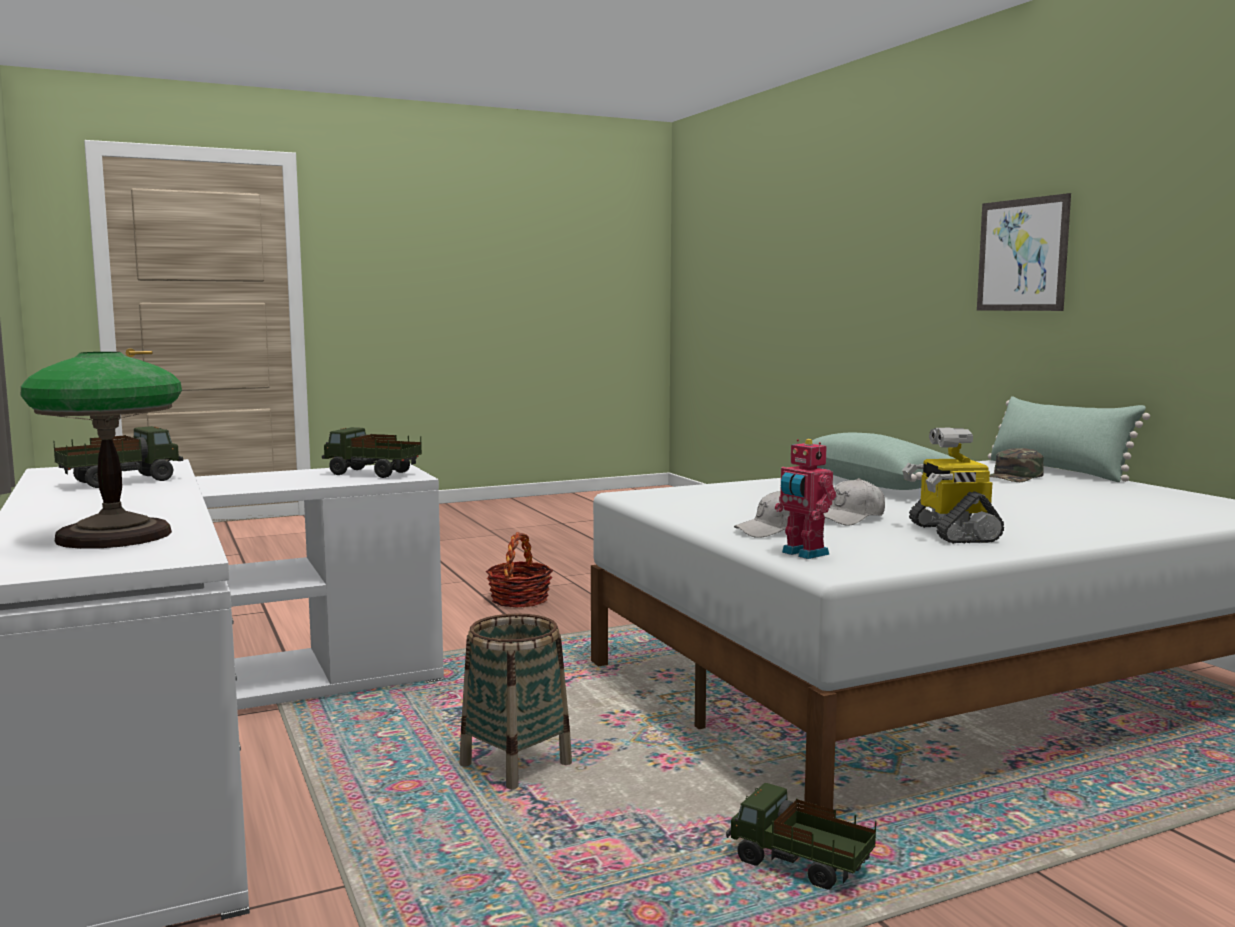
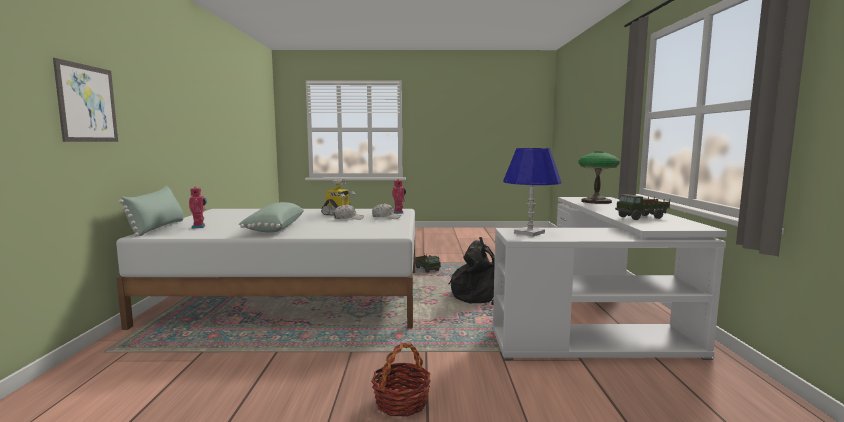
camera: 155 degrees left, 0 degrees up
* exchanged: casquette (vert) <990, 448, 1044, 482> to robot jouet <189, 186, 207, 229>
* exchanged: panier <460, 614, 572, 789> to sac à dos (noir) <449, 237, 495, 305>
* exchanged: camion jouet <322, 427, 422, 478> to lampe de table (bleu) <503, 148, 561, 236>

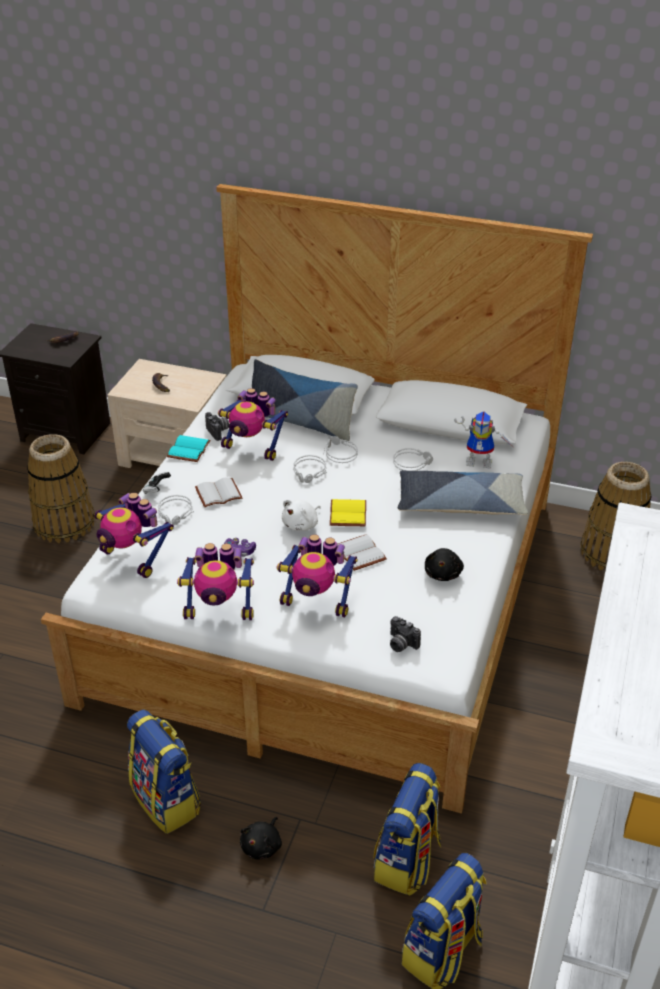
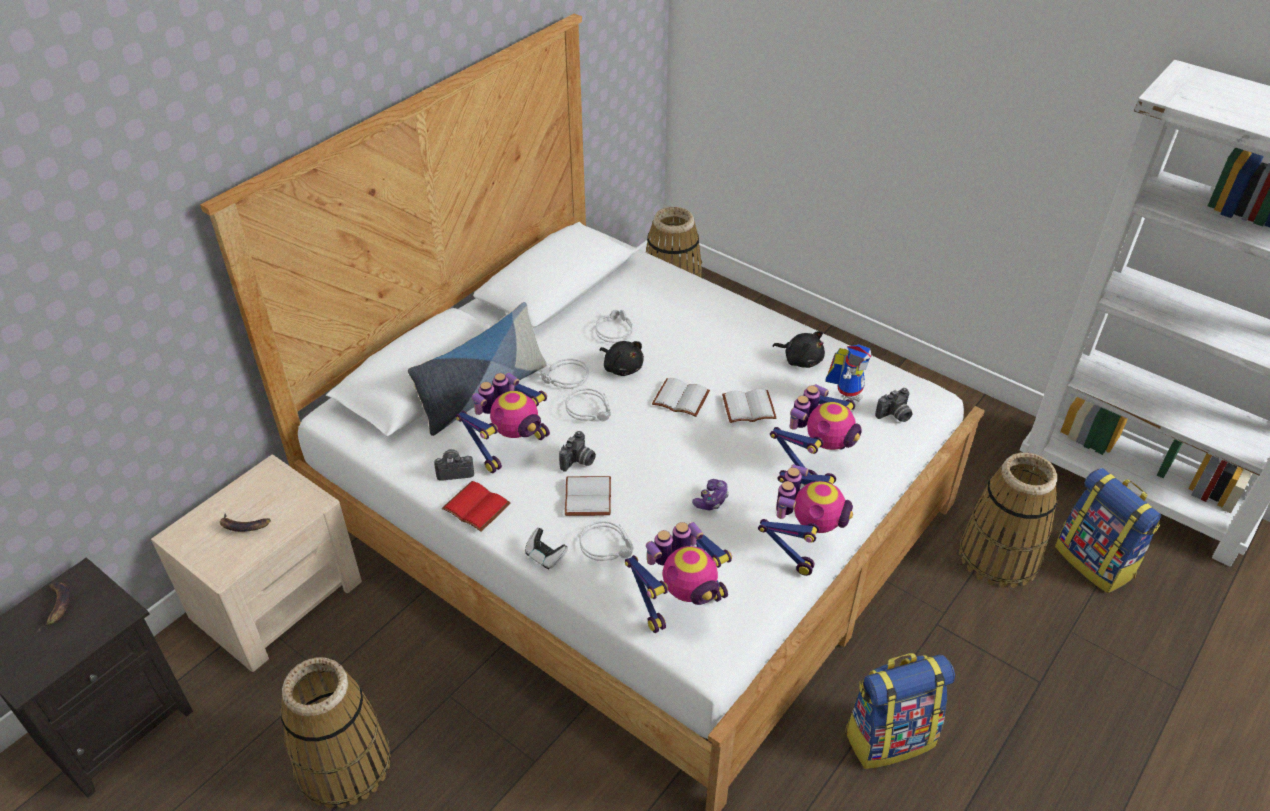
camera: 70 degrees left, 5 degrees up
* colour: livre (turquoise) <167, 435, 211, 462> to livre (rouge) <442, 481, 511, 532>
* appeared: appareil photo <559, 431, 596, 472>
* relocated: peluche (noir) <240, 817, 282, 860> to <600, 341, 644, 376>
* colour: livre (jaune) <330, 499, 366, 526> to livre (blanc) <652, 378, 710, 417>
* relocated: robot jouet <454, 411, 512, 469> to <825, 344, 871, 412>
* exchanged: sac à dos <374, 763, 441, 896> to panier <959, 452, 1057, 588>
* missing: peluche (blanc) <282, 500, 321, 531>
* missing: coussin <398, 470, 528, 515>

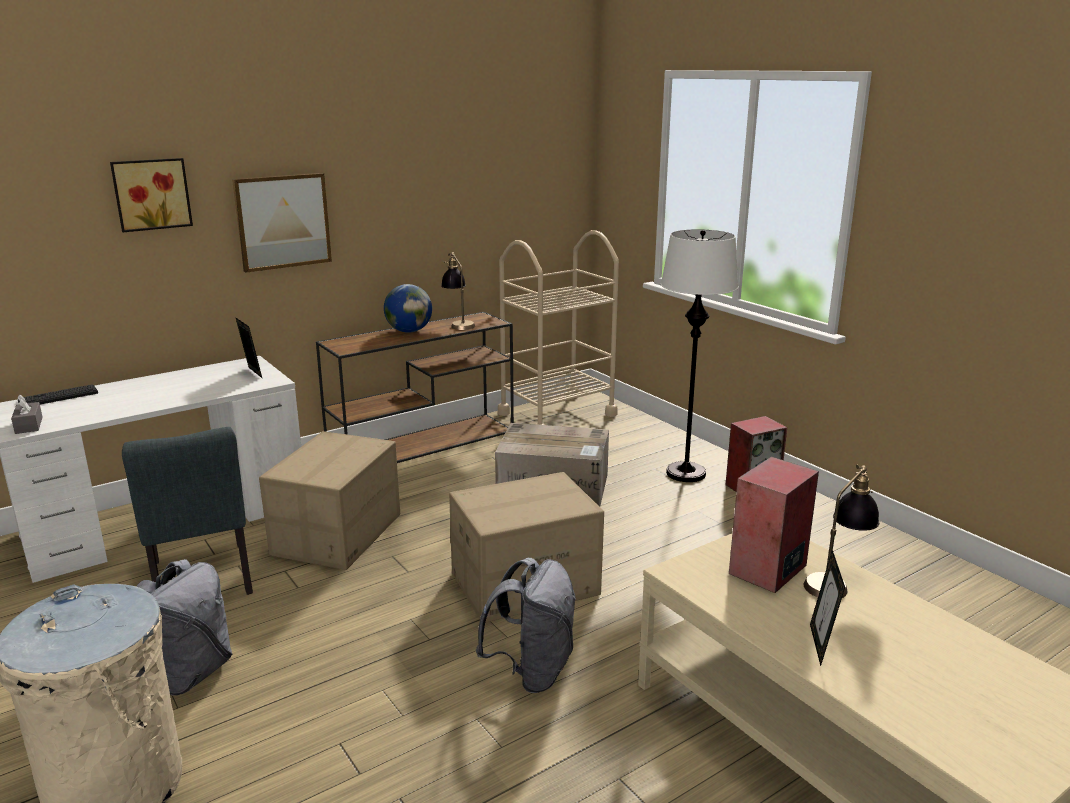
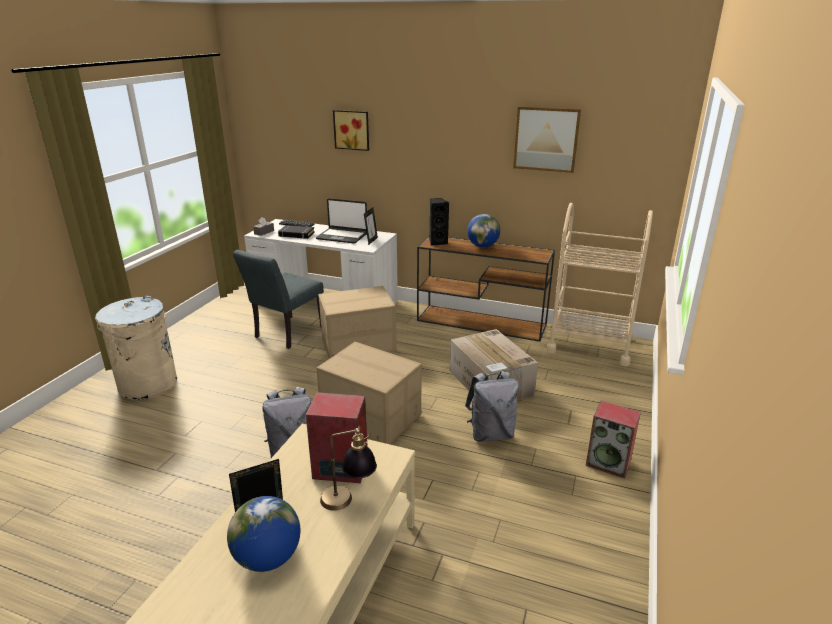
camera: 55 degrees right, 5 degrees up
* appeared: globe <227, 496, 300, 572>
* appeared: livre (noir) <278, 225, 315, 239>
* appeared: ordinateur portable <316, 199, 367, 243>
* appeared: enceinte (noir) <430, 198, 449, 246>
* relocated: sac à dos (gris) <136, 559, 232, 696> to <465, 371, 519, 442>
* relocated: tableau <232, 173, 332, 273> to <513, 106, 581, 173>
* missing: lampe de table <441, 252, 475, 330>
* missing: lampadaire (blanc) <661, 229, 738, 482>

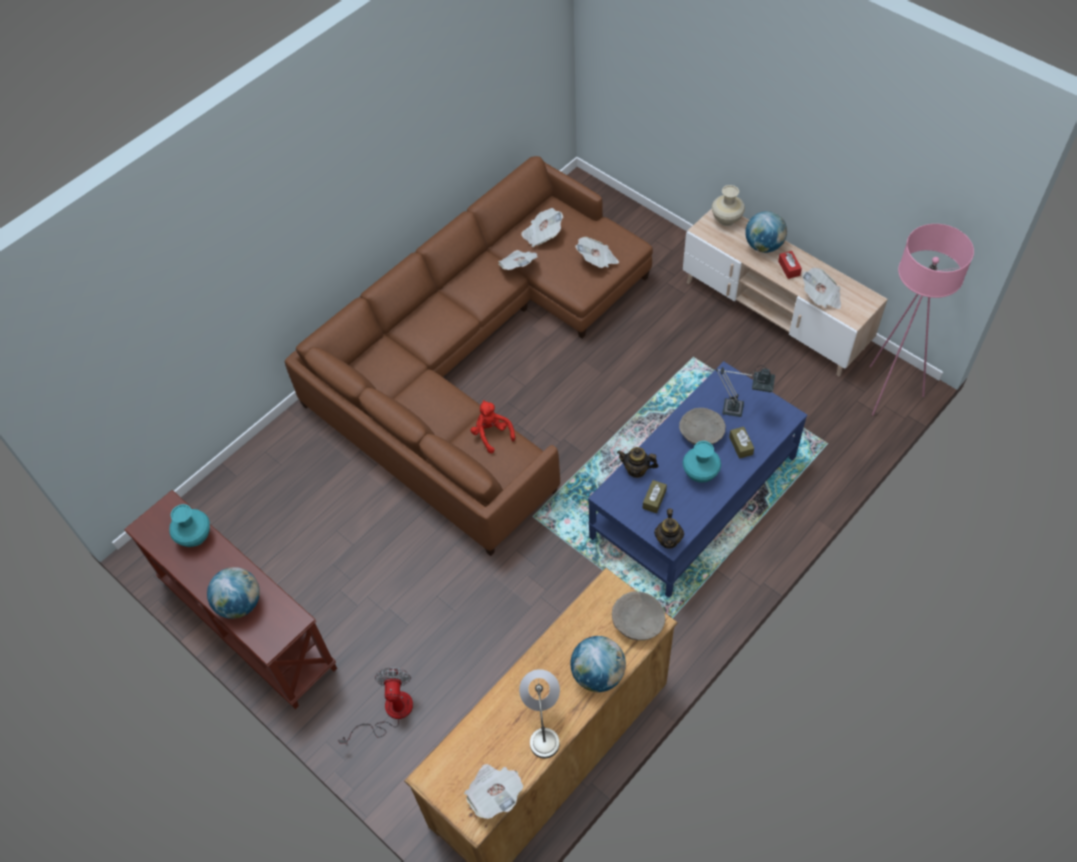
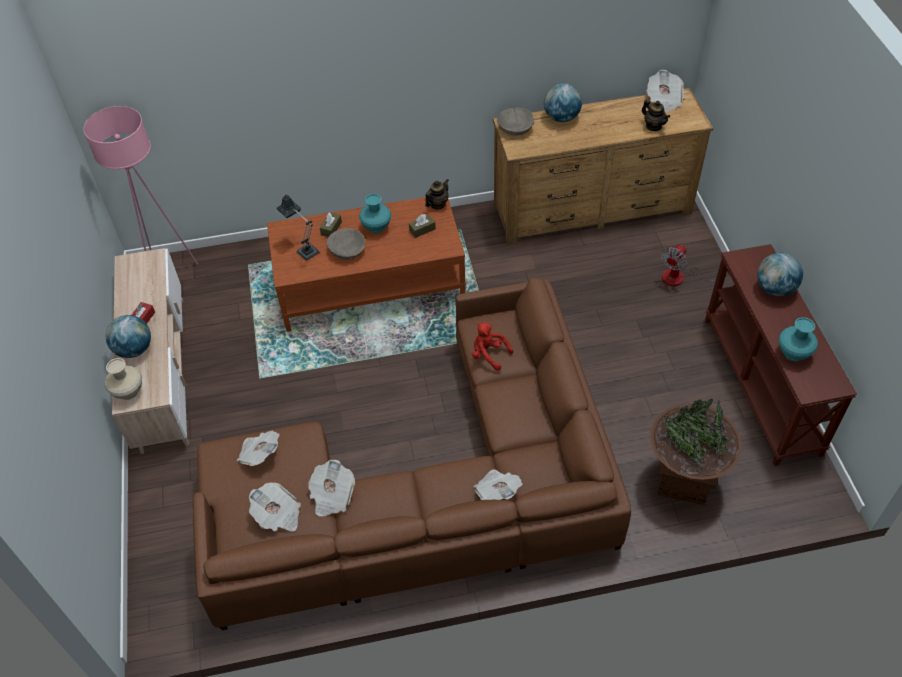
camera: 145 degrees left, 5 degrees down
* colour: table basse (bleu) <588, 361, 807, 598> to table basse (marron) <267, 197, 466, 332>
* spun: peluche (rouge) <470, 400, 515, 453> = <472, 323, 513, 371> 120 degrees clockwise
* relocated: journal <802, 268, 841, 309> to <473, 469, 522, 500>
* relocated: théière <617, 447, 658, 478> to <642, 99, 670, 131>
* appeared: cache-pot (marron) <651, 399, 742, 505>
* missing: lampe de table (gris) <519, 669, 560, 758>

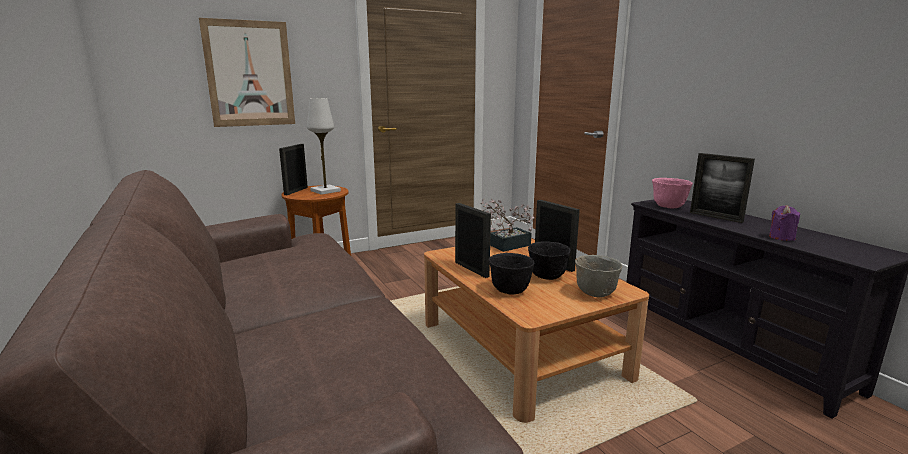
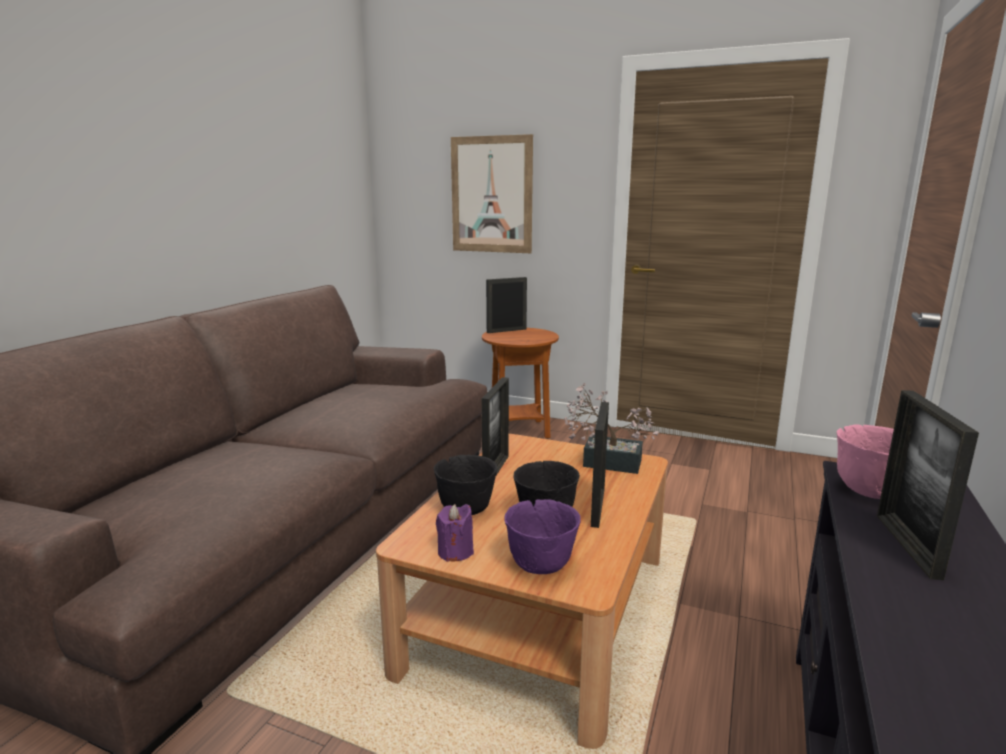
camera: 50 degrees right, 0 degrees up
* relocated: bougie (violet) <769, 205, 800, 241> to <436, 504, 474, 562>
* colour: bol (gris) <575, 255, 622, 297> to bol (violet) <504, 499, 581, 574>
* missing: lampe de table (blanc) <307, 98, 341, 195>

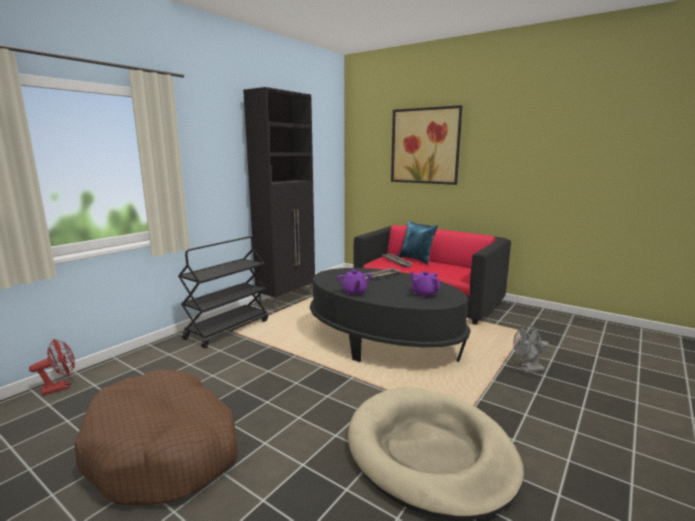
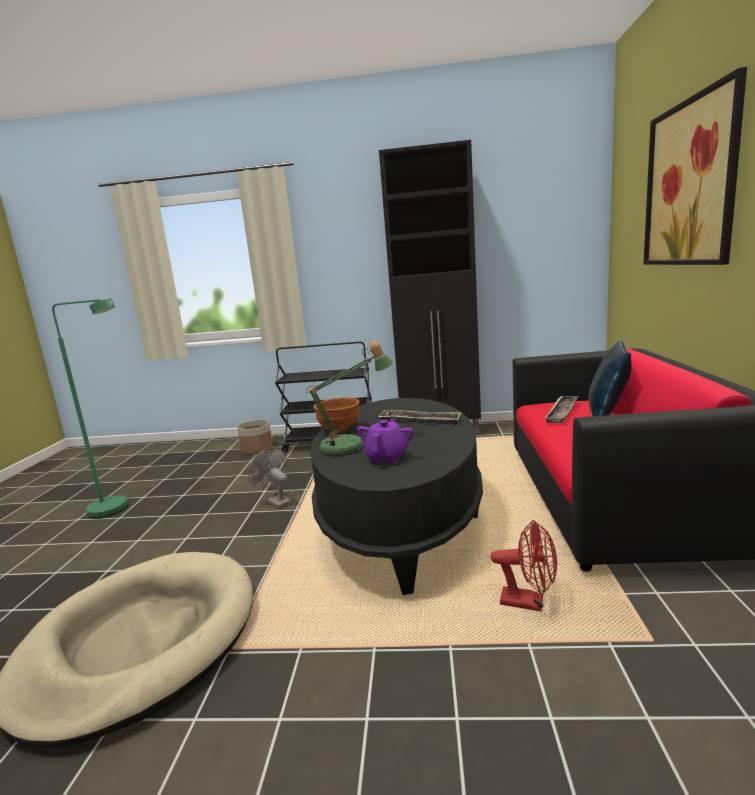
camera: 60 degrees right, 0 degrees up
* exchanged: panier pour chien (marron) <74, 369, 239, 505> to lampadaire (vert) <52, 298, 128, 519>
* appeared: cache-pot <237, 419, 273, 454>
* relocated: ventilateur (gris) <513, 324, 549, 373> to <248, 447, 292, 509>
* appeared: lampe de table <306, 341, 393, 456>
* exchanged: théière (violet) <337, 270, 372, 295> to bol (marron) <313, 397, 359, 432>
* relocated: ventilateur (rouge) <29, 339, 75, 396> to <491, 520, 557, 611>

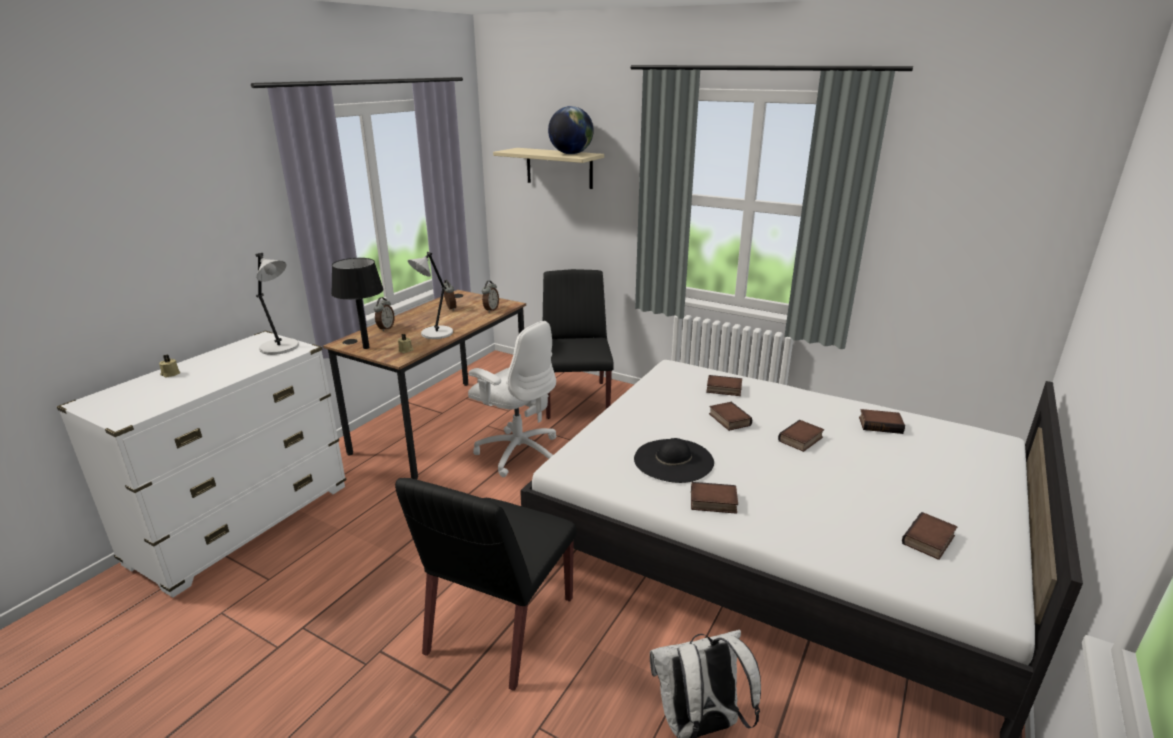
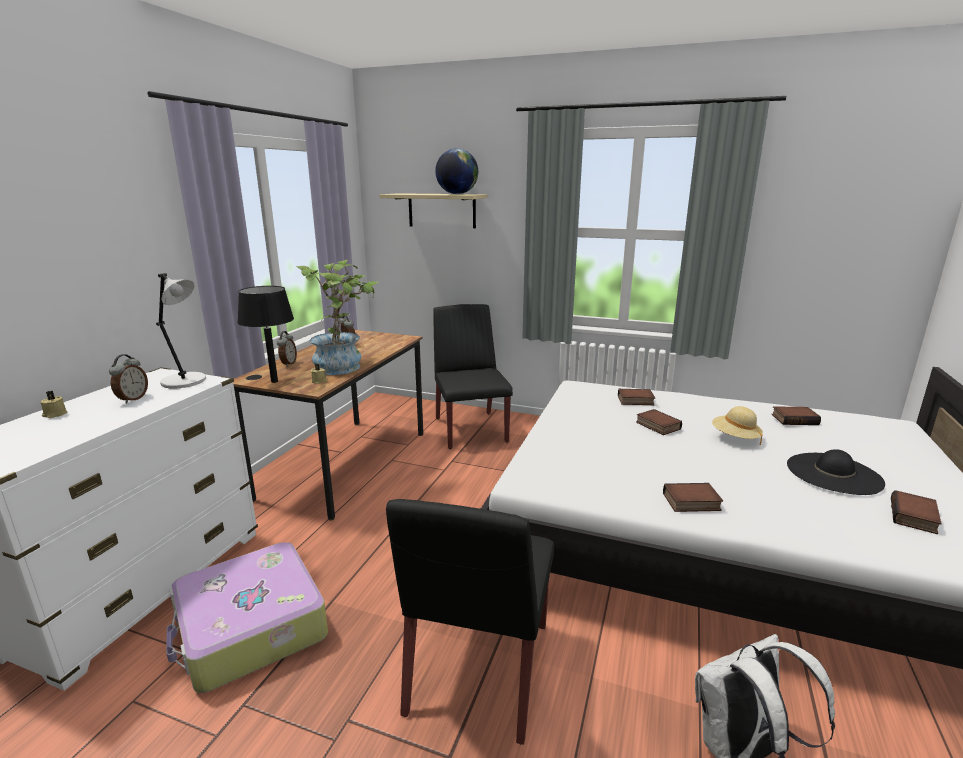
camera: 10 degrees left, 5 degrees down
* relocated: réveil <482, 281, 499, 312> to <109, 354, 148, 404>
* appeared: valise <166, 542, 328, 693>
* exchanged: lampe de table (gris) <408, 252, 453, 339> to plante en pot <296, 260, 378, 375>
* exchanged: livre <778, 420, 824, 452> to chapeau (beige) <712, 406, 763, 445>
* relocated: chapeau (noir) <634, 438, 714, 483> to <787, 449, 885, 495>
* missing: chaise de bureau (blanc) <468, 321, 556, 477>

